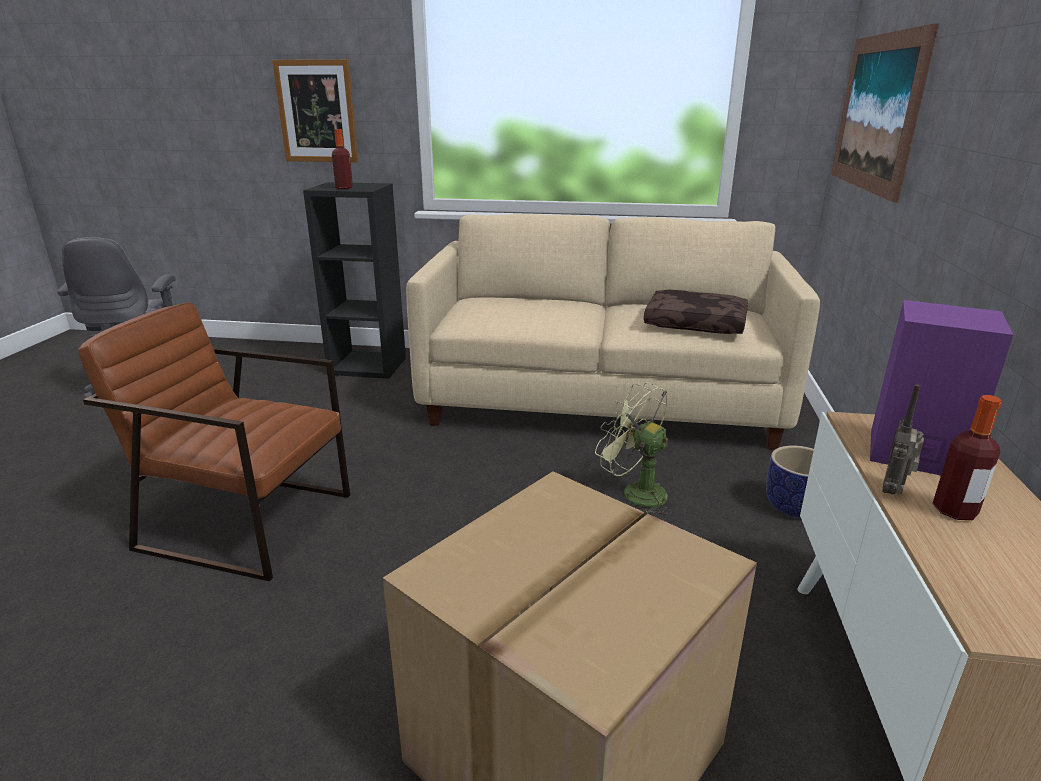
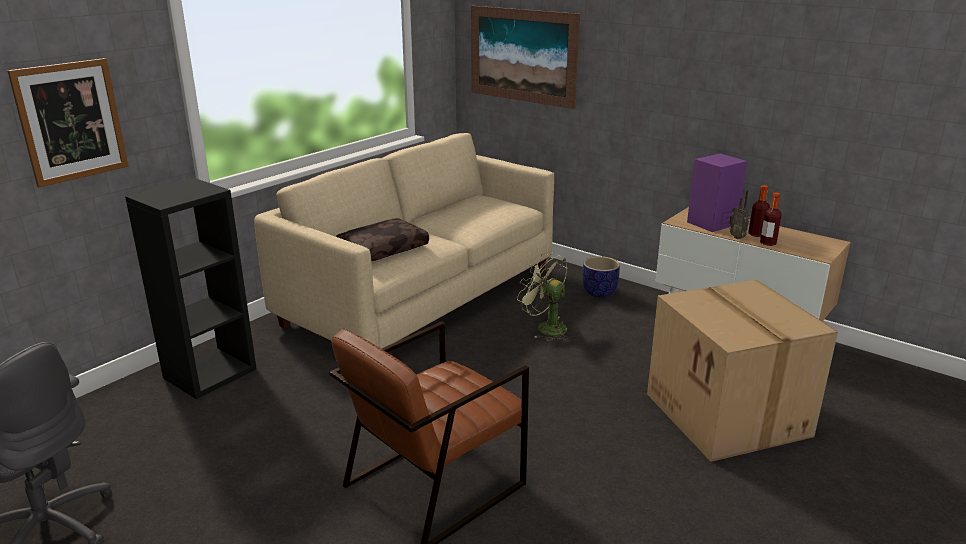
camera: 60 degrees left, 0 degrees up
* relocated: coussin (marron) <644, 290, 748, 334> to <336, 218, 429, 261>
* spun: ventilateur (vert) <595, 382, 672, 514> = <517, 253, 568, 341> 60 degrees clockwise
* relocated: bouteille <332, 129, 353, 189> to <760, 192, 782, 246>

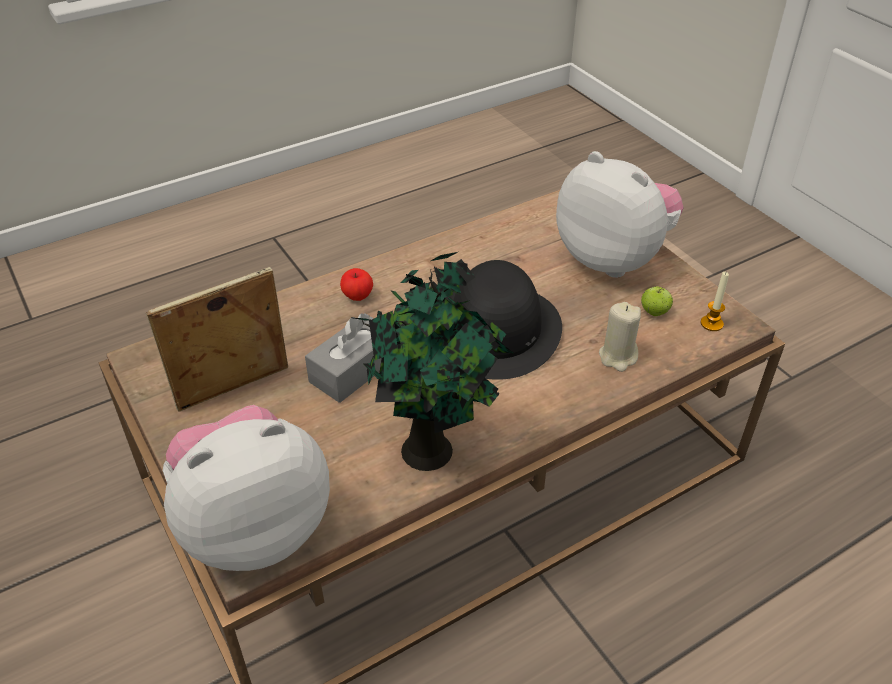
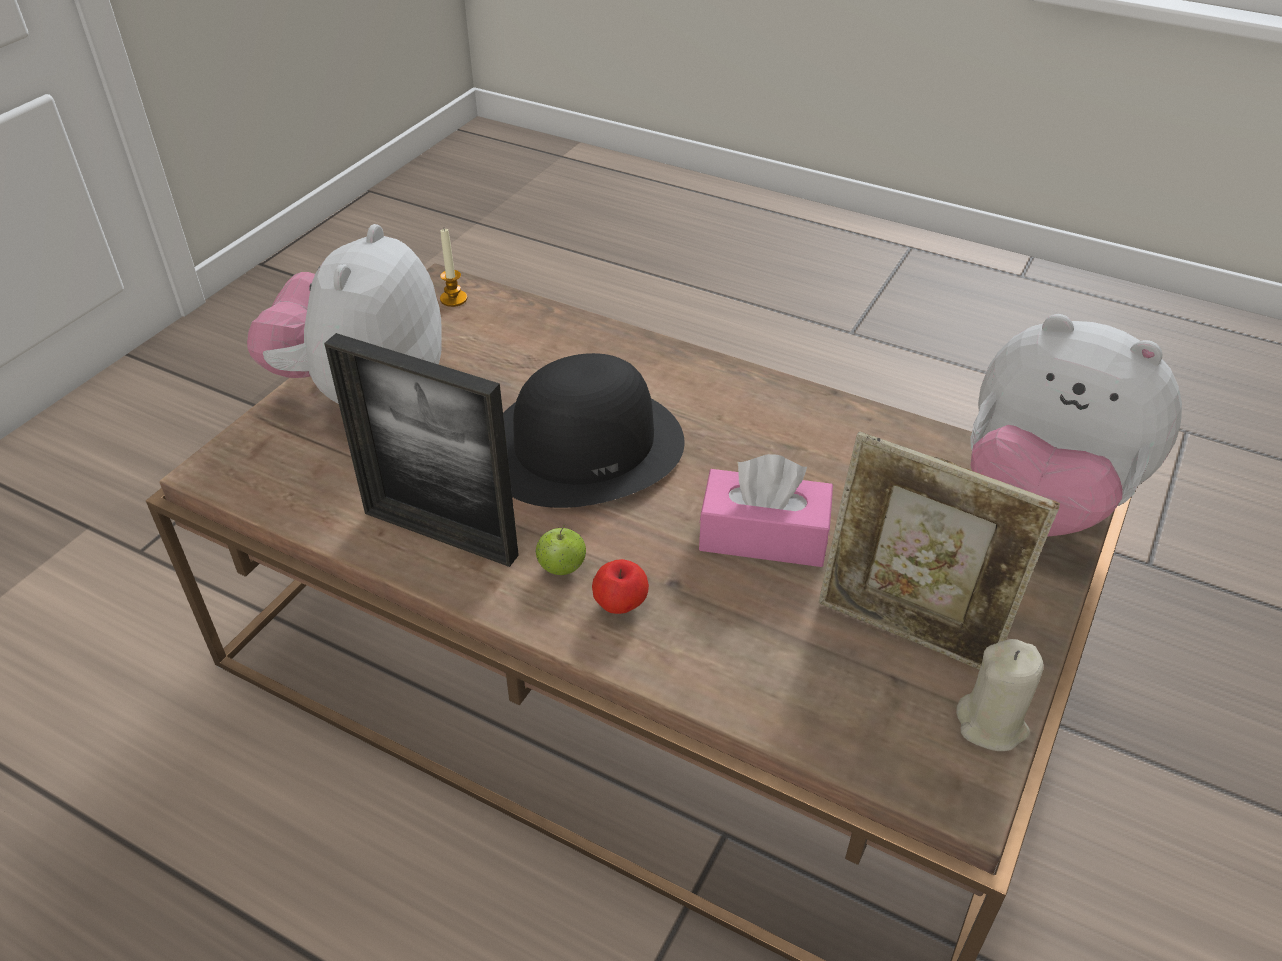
camera: 120 degrees left, 0 degrees up
* appeared: cadre photo <324, 333, 519, 567>
* relocated: pomme <641, 286, 673, 316> to <535, 524, 586, 575>
* colour: boîte à mouchoirs (gris) <305, 313, 382, 403> to boîte à mouchoirs (rose) <699, 454, 833, 567>
* relocated: bougie (beige) <599, 302, 641, 372> to <956, 639, 1043, 751>
* missing: plante en pot <354, 252, 513, 471>

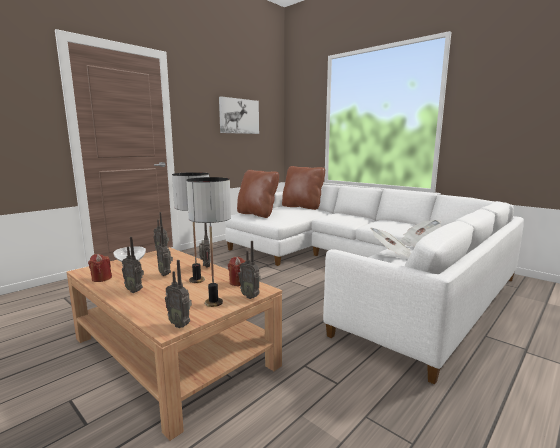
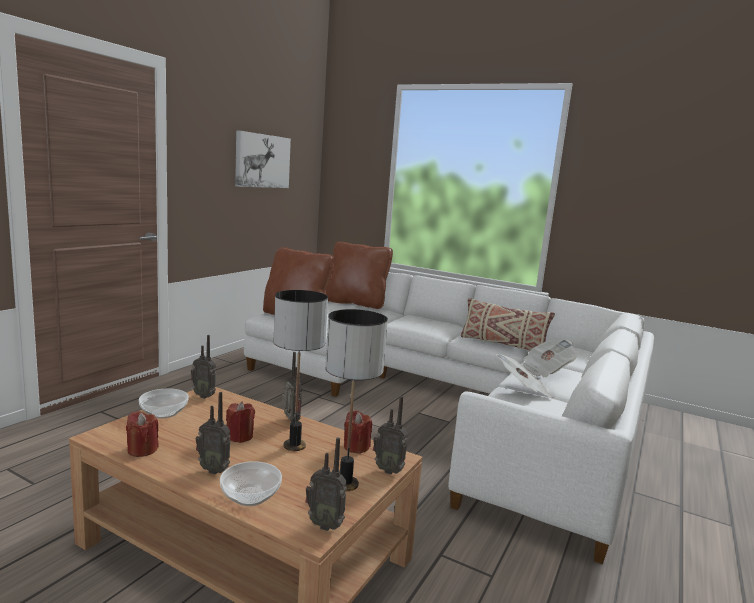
camera: 15 degrees left, 0 degrees up
* appeared: bol <220, 461, 282, 506>
* exchanged: radio <156, 226, 173, 276> to bougie (rouge) <226, 401, 255, 443>
* appeared: coussin (beige) <461, 298, 555, 350>

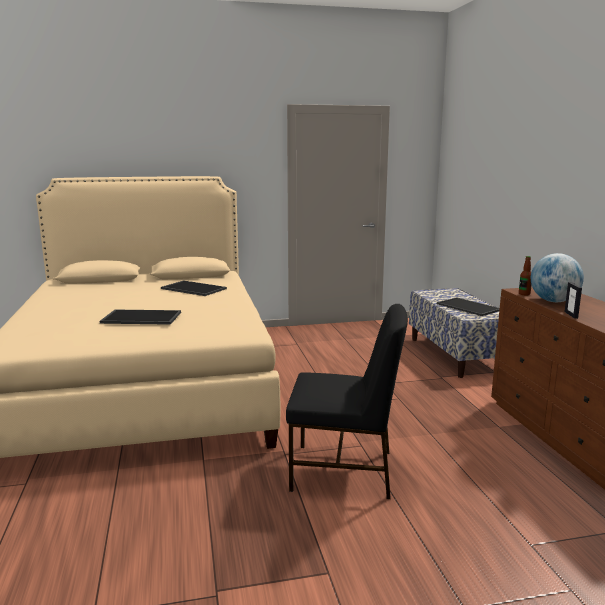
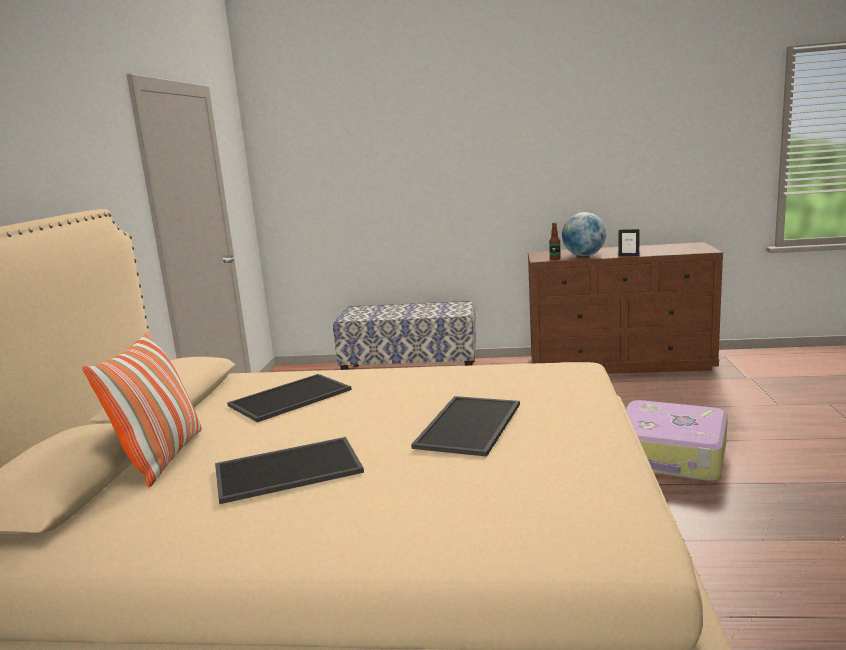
camera: 70 degrees left, 0 degrees up
* appeared: coussin <82, 331, 202, 487>
* relocated: plateau <437, 297, 500, 316> to <215, 437, 364, 504>
* exchanged: chaise (noir) <286, 304, 408, 499> to valise <626, 400, 728, 482>

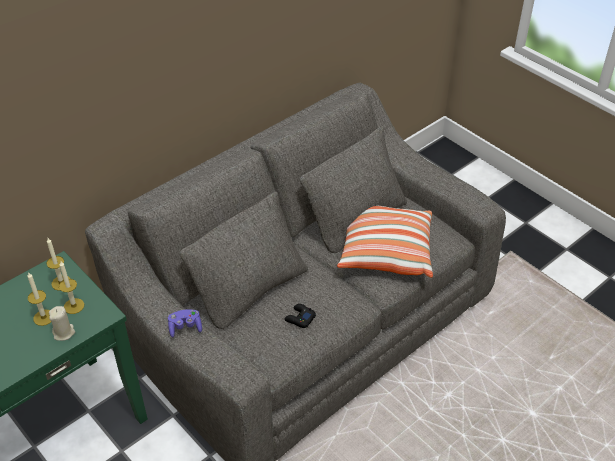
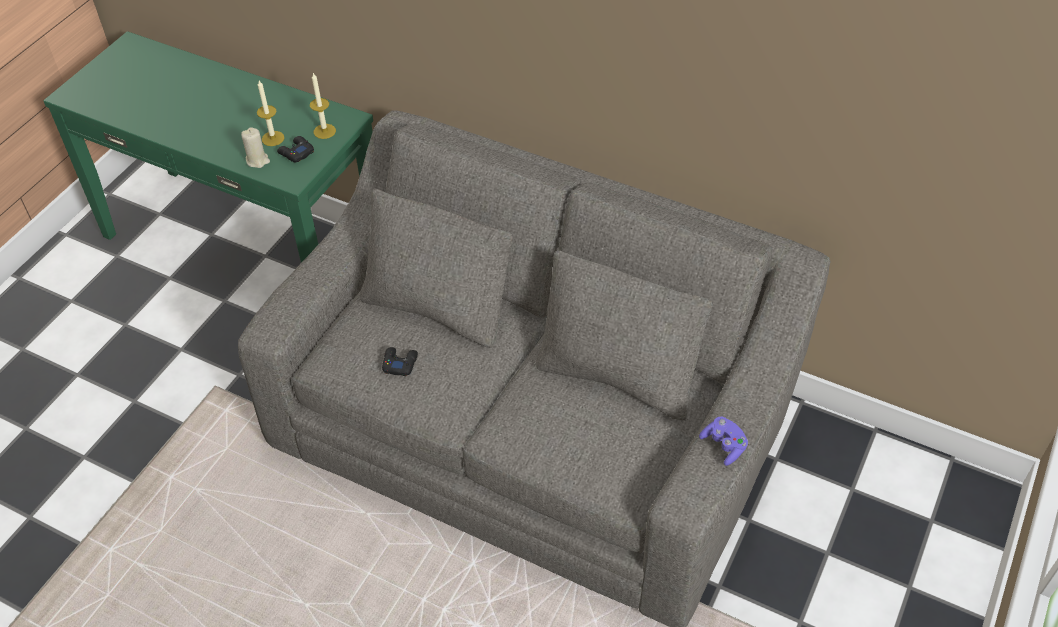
camera: 70 degrees right, 5 degrees up
* exchanged: bougie <59, 261, 84, 314> to manette (noir) <277, 136, 314, 162>
* relocated: manette (violet) <168, 309, 202, 338> to <699, 417, 748, 466>
* missing: coussin <337, 206, 433, 278>

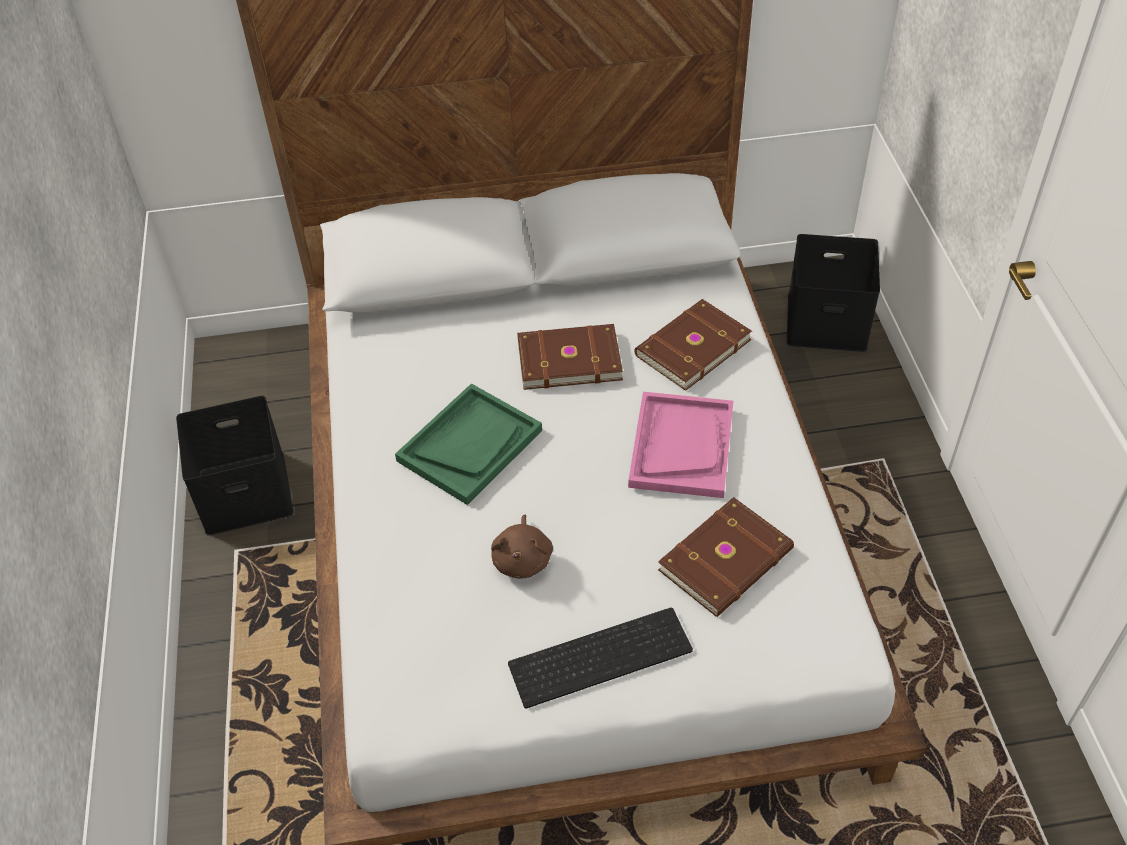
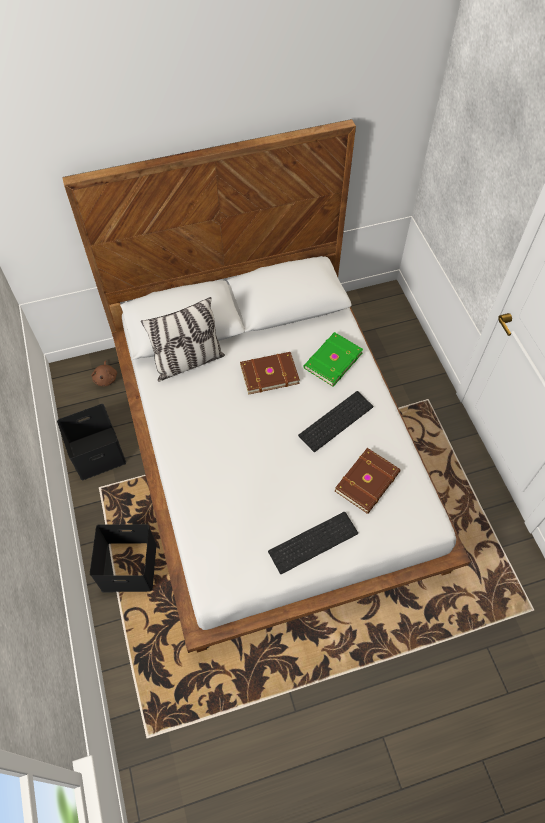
camera: 10 degrees left, 10 degrees up
* relocated: boîte de rangement (noir) <787, 234, 880, 352> to <90, 524, 156, 592>
* relocated: peluche (marron) <491, 515, 553, 579> to <91, 361, 117, 386>
* appeared: coussin <141, 297, 225, 381>
* exchanged: plateau (rose) <628, 392, 733, 498> to clavier <298, 391, 373, 452>
* colour: livre (marron) <635, 299, 752, 391> to livre (vert) <303, 332, 363, 387>
* missing: plateau (vert) <395, 383, 542, 505>

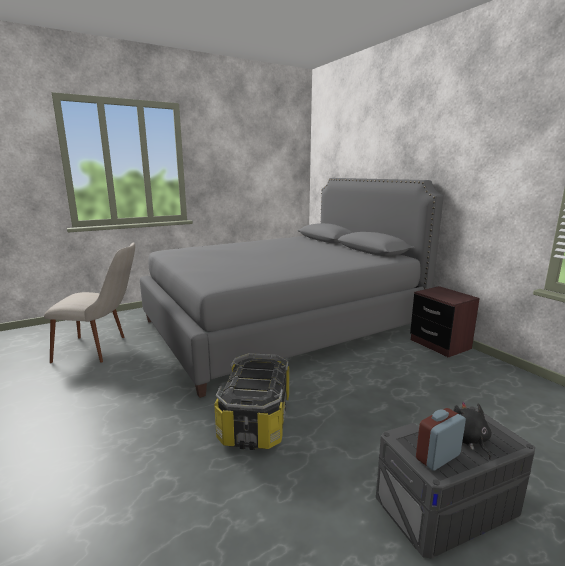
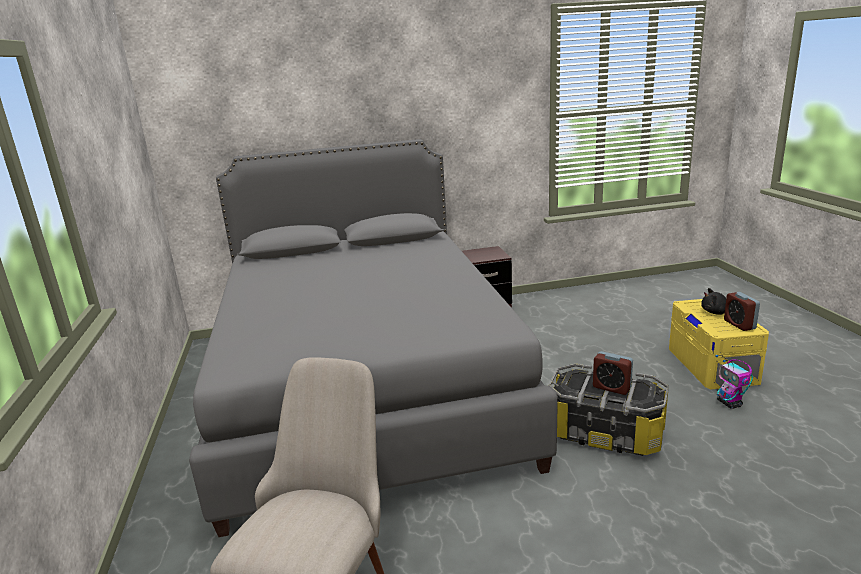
camera: 70 degrees left, 5 degrees up
* appeared: réveil <593, 351, 633, 395>
* colour: boîte de rangement (gris) <376, 406, 535, 559> to boîte de rangement (jaune) <669, 299, 769, 389>
* appeared: robot jouet <715, 355, 753, 409>

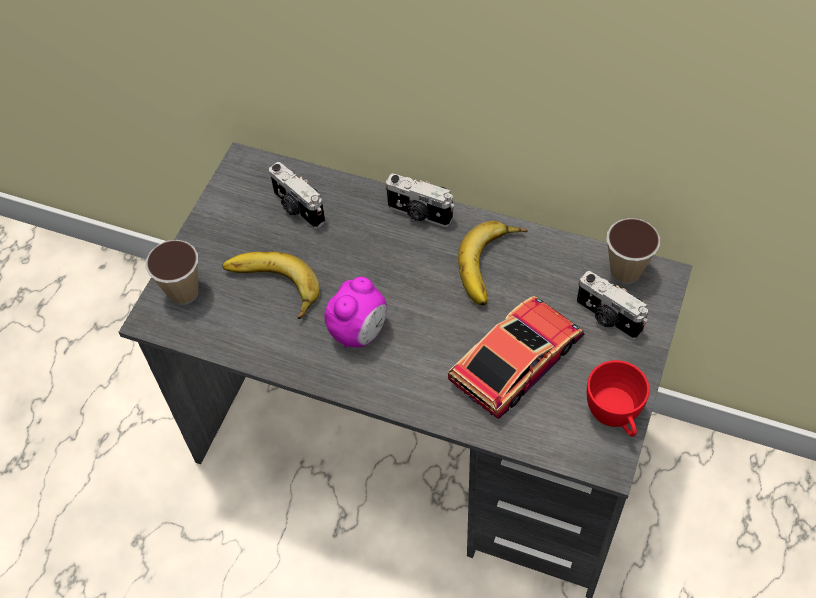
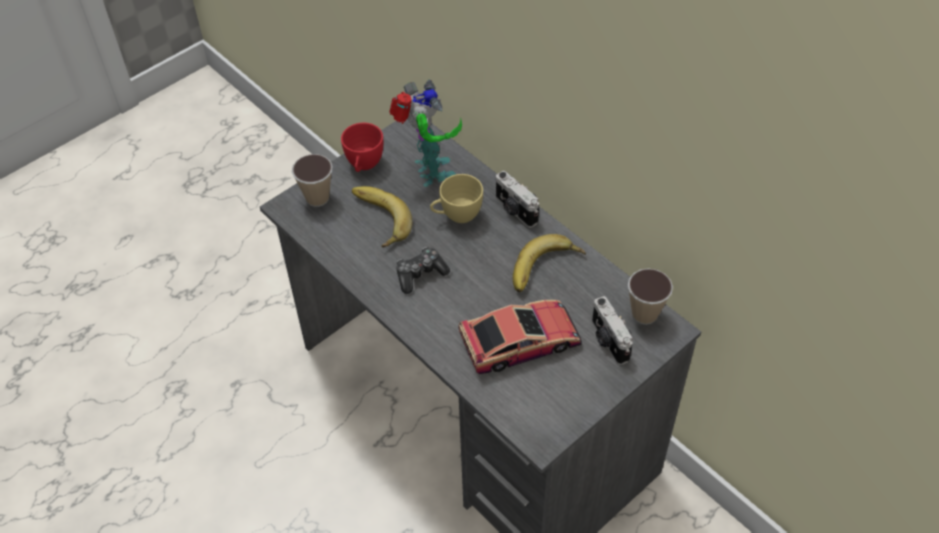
camera: 25 degrees right, 5 degrees down
* relocated: tasse (rouge) <587, 360, 650, 437> to <341, 123, 383, 172>
* exchanged: appareil photo <269, 162, 325, 229> to robot jouet <389, 79, 462, 187>
* exchanged: réveil <325, 277, 387, 348> to manette <396, 247, 450, 294>
* appeared: tasse (jaune) <430, 174, 483, 223>

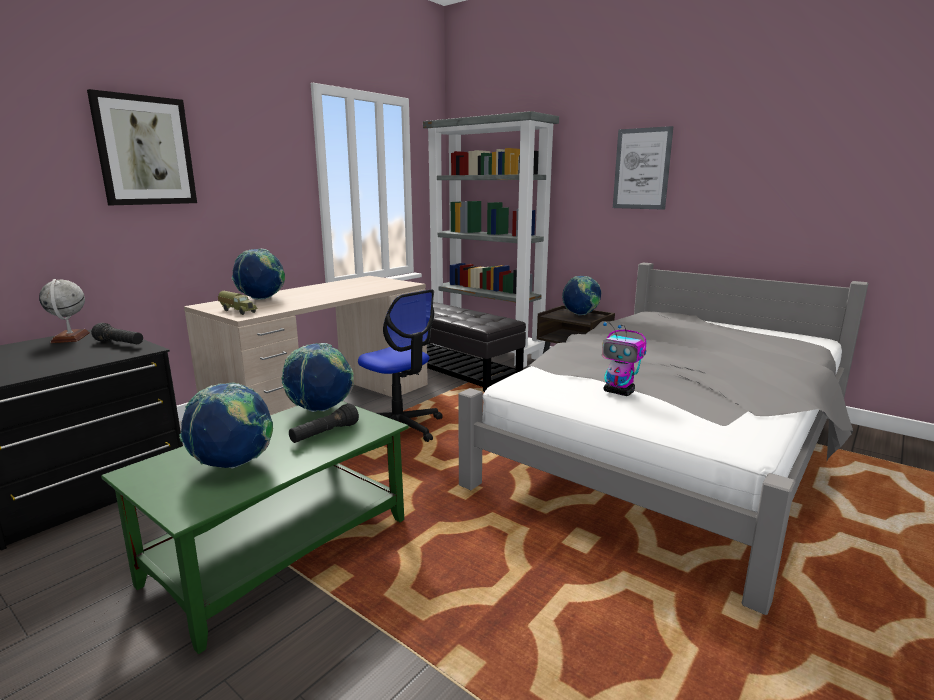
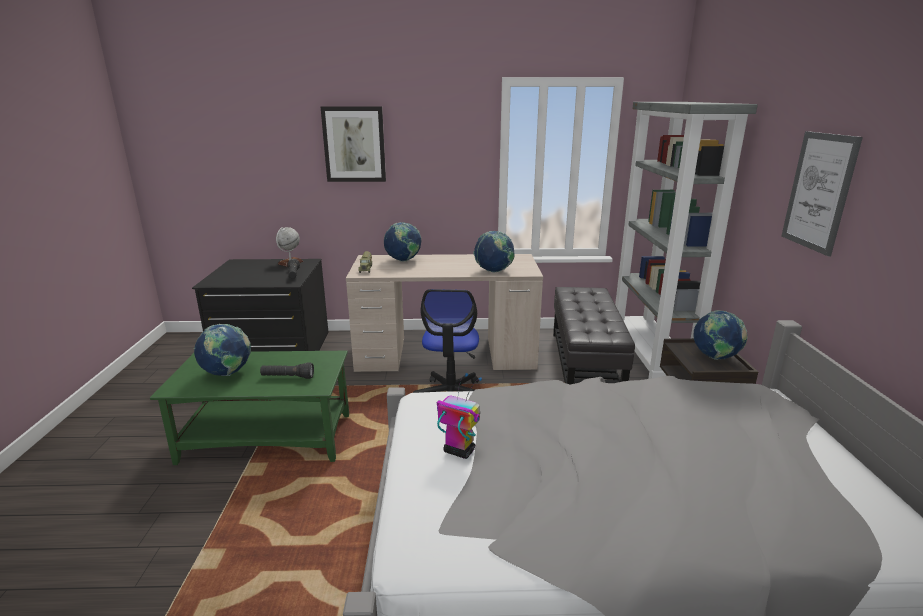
camera: 50 degrees right, 5 degrees up
* spun: robot jouet <602, 322, 646, 396> = <437, 373, 482, 459> 120 degrees clockwise
* relocated: globe <281, 343, 354, 412> to <473, 231, 515, 273>

